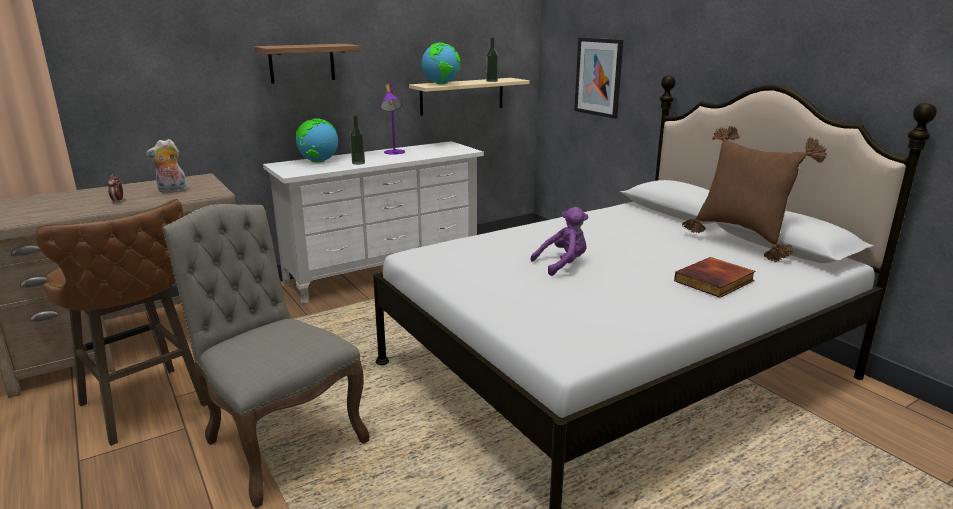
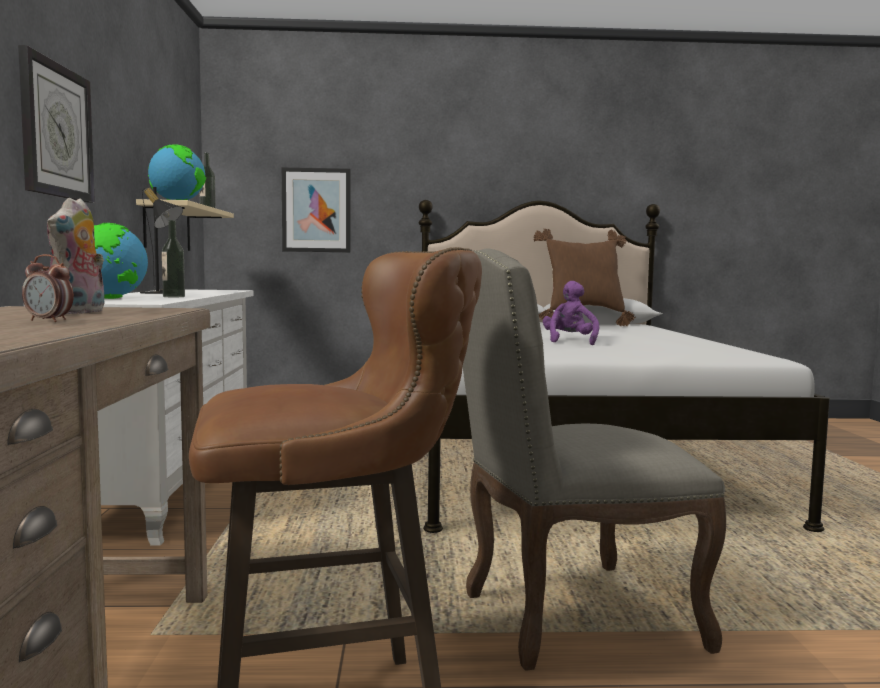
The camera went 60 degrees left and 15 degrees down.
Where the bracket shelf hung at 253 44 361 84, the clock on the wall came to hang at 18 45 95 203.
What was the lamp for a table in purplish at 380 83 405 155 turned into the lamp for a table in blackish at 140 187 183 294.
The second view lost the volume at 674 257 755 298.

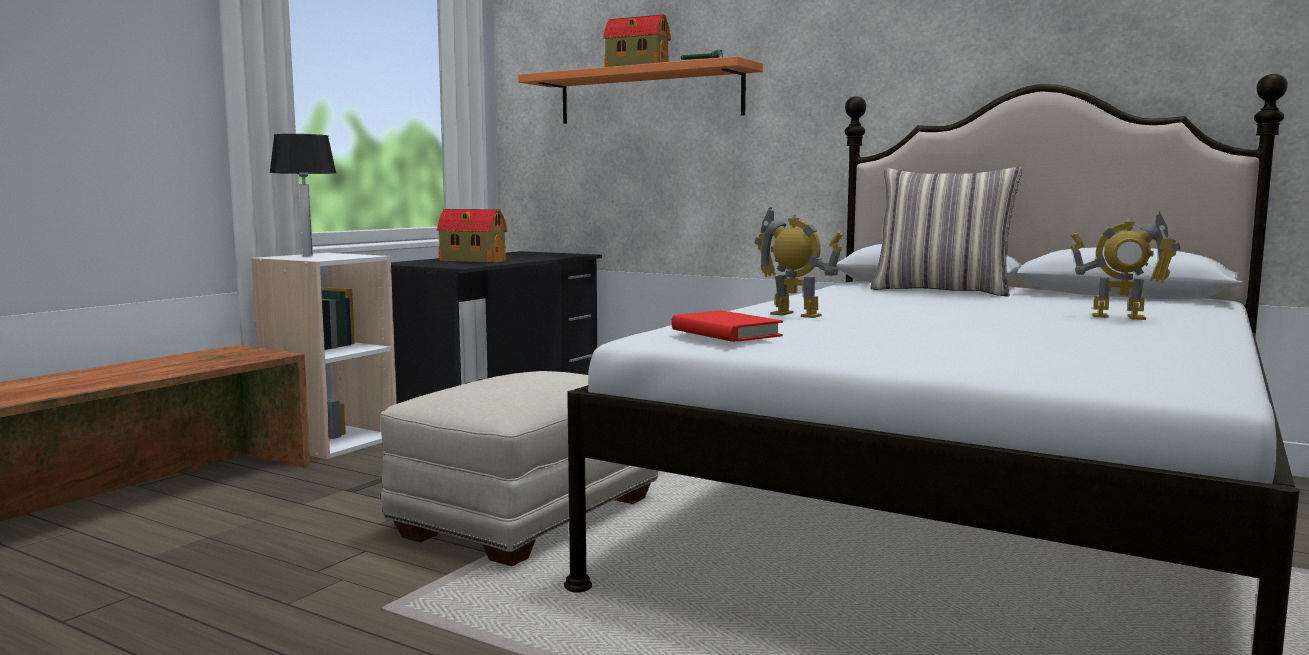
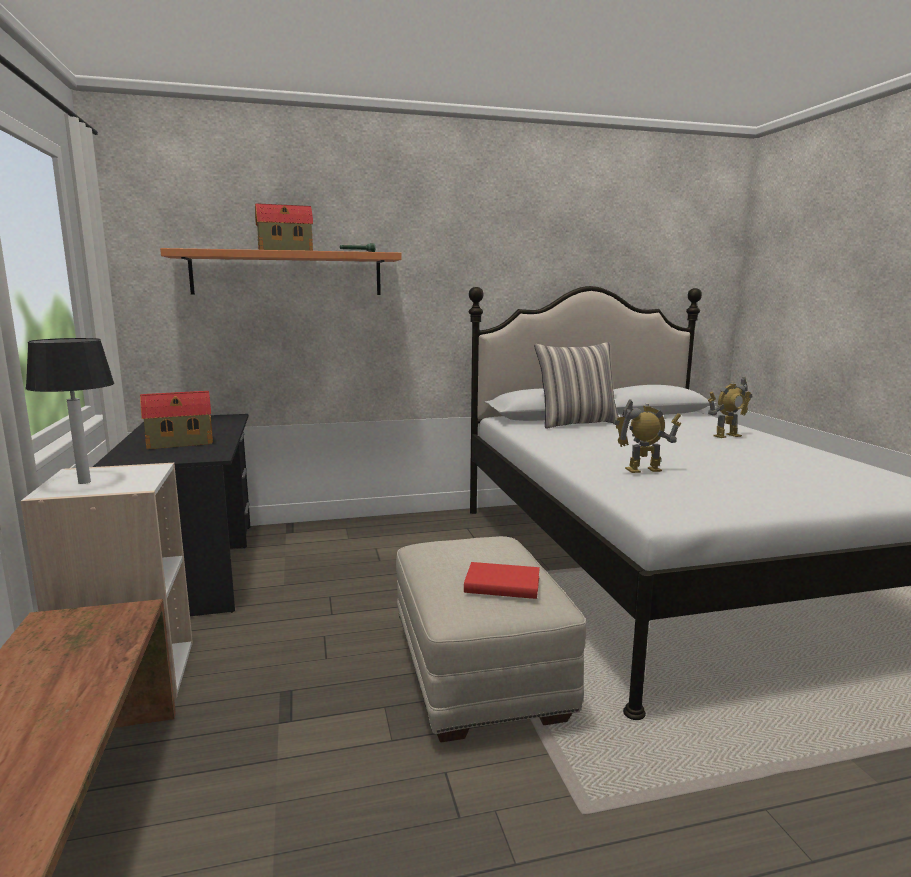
The camera went 45 degrees left and 5 degrees up.
The volume in red-coloured ended up elsewhere, having gone from 671 310 783 342 to 464 562 540 599.

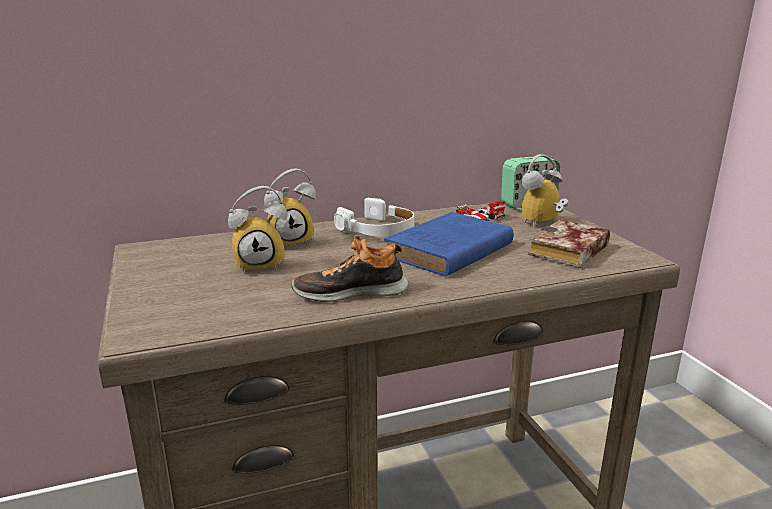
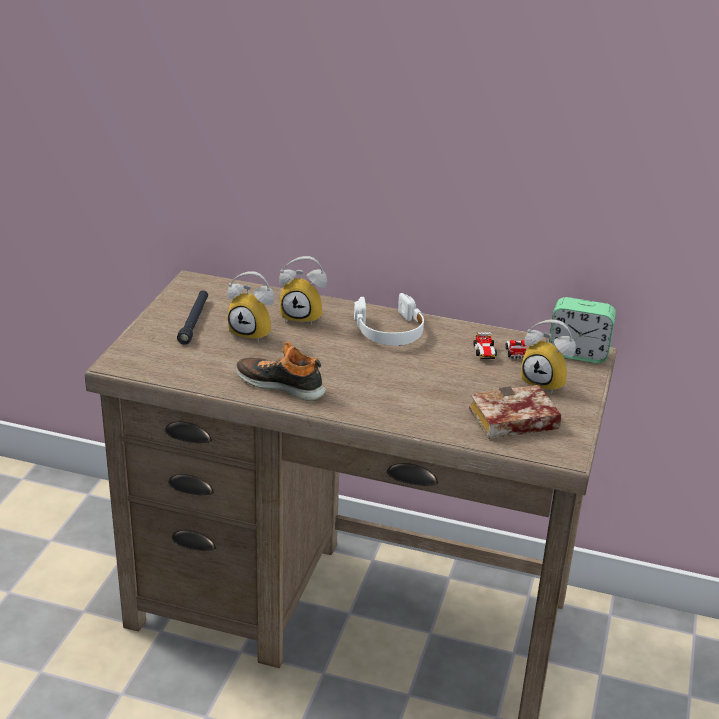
The camera went 35 degrees right and 10 degrees up.
The second view gained the torch in blackish at 177 290 208 345.
The table clock at 521 154 569 229 ended up facing another way, 150 degrees counterclockwise from before.
The second view lost the volume in blue at 384 212 513 277.

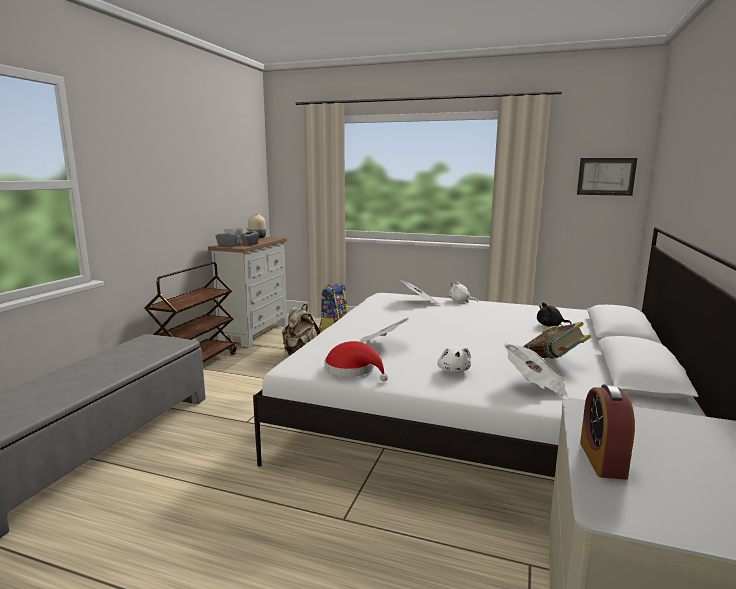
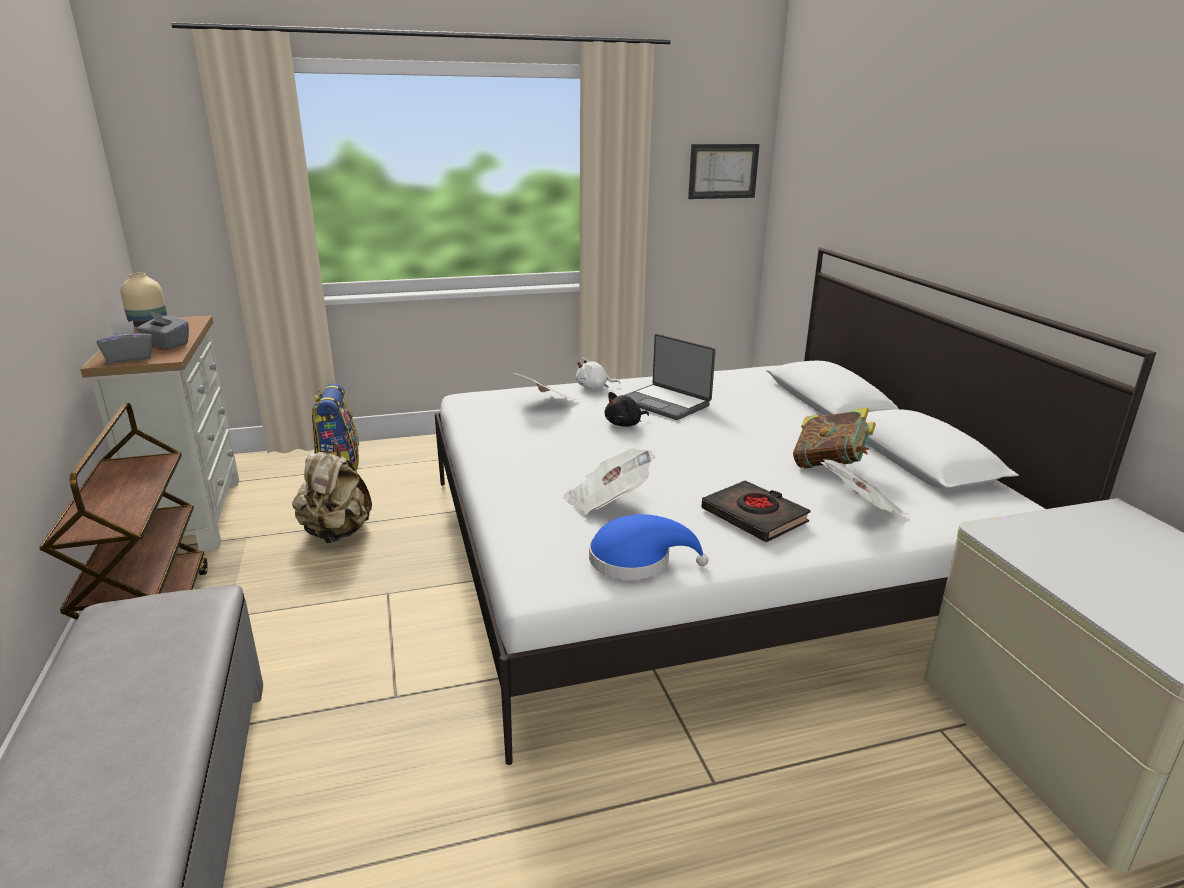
The camera went 35 degrees left and 10 degrees up.
What was the hat in red-coloured at 325 341 388 382 turned into the hat in blue at 589 514 708 580.
The soft toy in blackish ended up elsewhere, having gone from 537 303 572 327 to 605 392 649 427.
The second view gained the notebook computer at 625 334 716 420.
Where the soft toy in white stood at 437 346 471 374, the volume in blackish came to stand at 701 481 811 542.
The second view lost the table clock at 580 385 635 480.

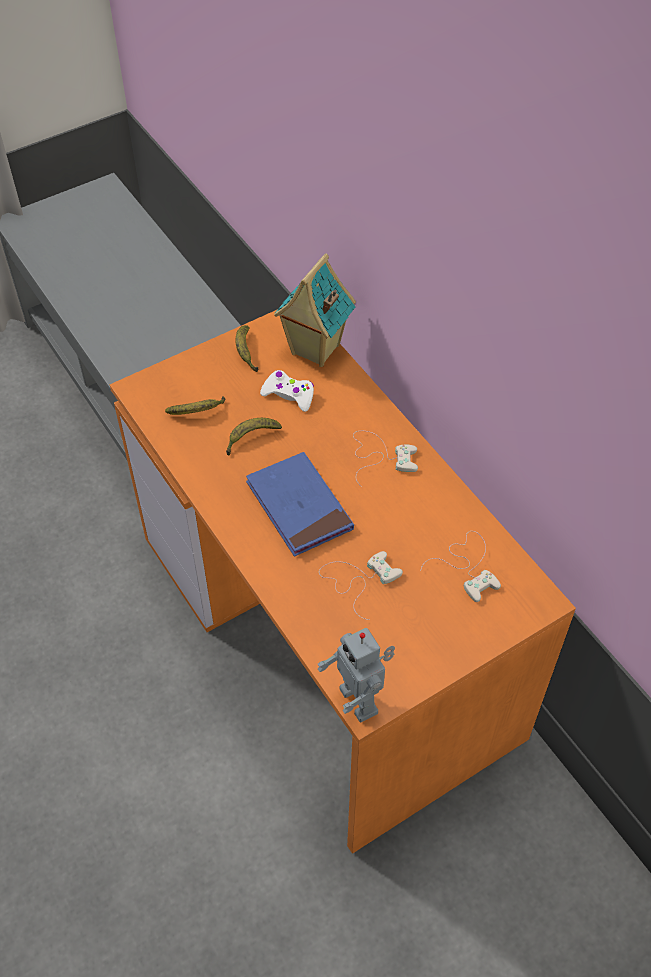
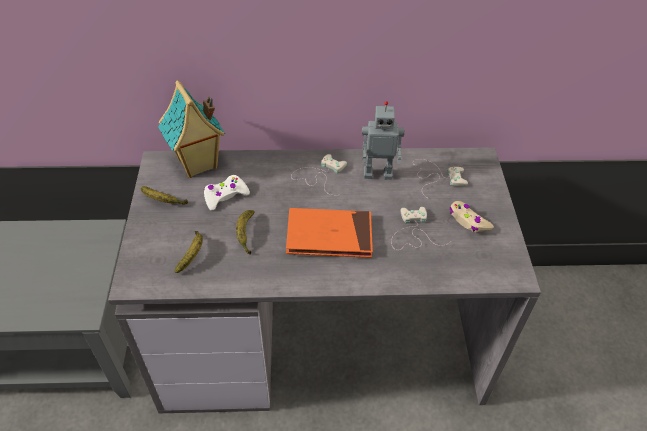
The camera went 60 degrees left and 5 degrees down.
What was the desk in orange at 110 309 576 854 turned into the desk in gray at 108 147 541 413.
What was the volume in blue at 246 452 354 557 turned into the volume in orange at 286 208 373 258.
The toy robot ended up elsewhere, having gone from 318 628 395 722 to 362 101 405 180.
The second view gained the joypad in beige-coloured at 450 201 494 233.

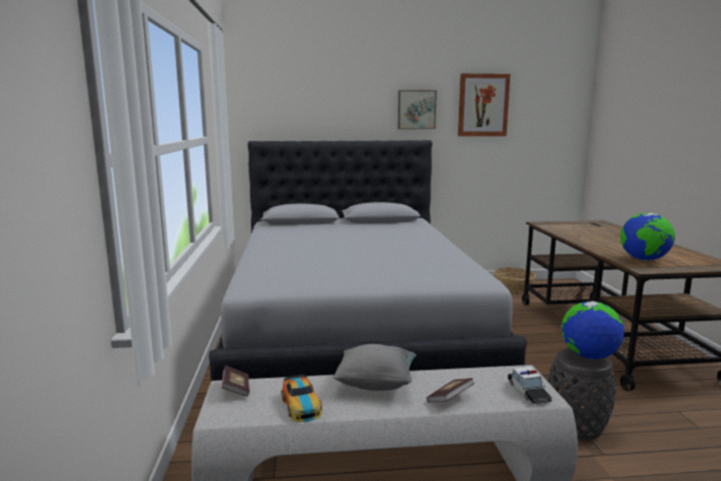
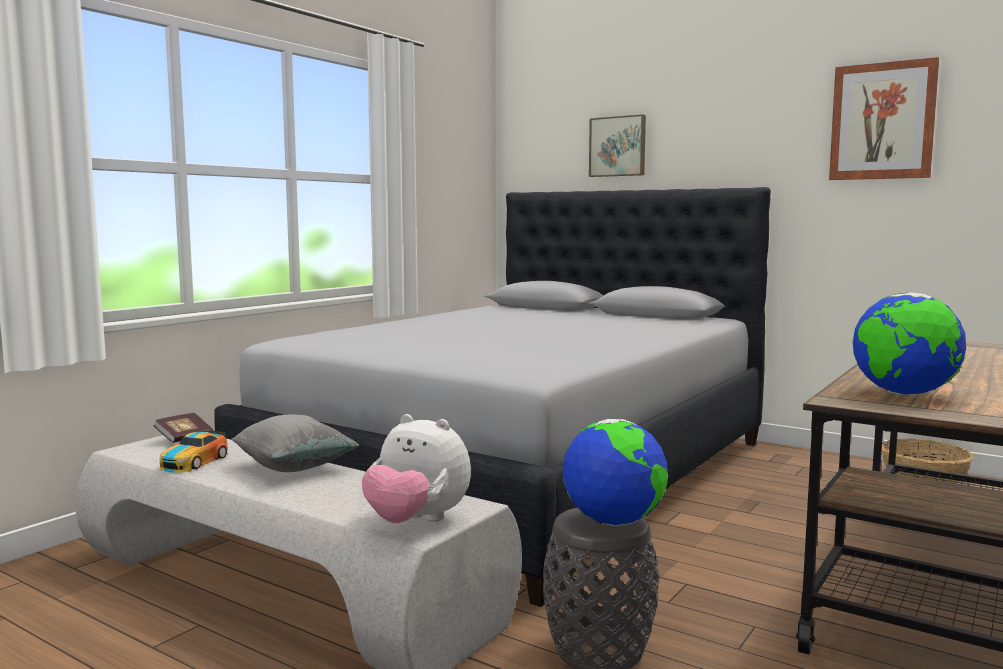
The camera went 40 degrees right and 5 degrees down.
Where the toy car stood at 508 367 552 404, the soft toy came to stand at 362 414 471 523.
The picture ended up elsewhere, having gone from 398 90 437 129 to 589 114 646 177.
The second view lost the volume at 427 378 475 403.

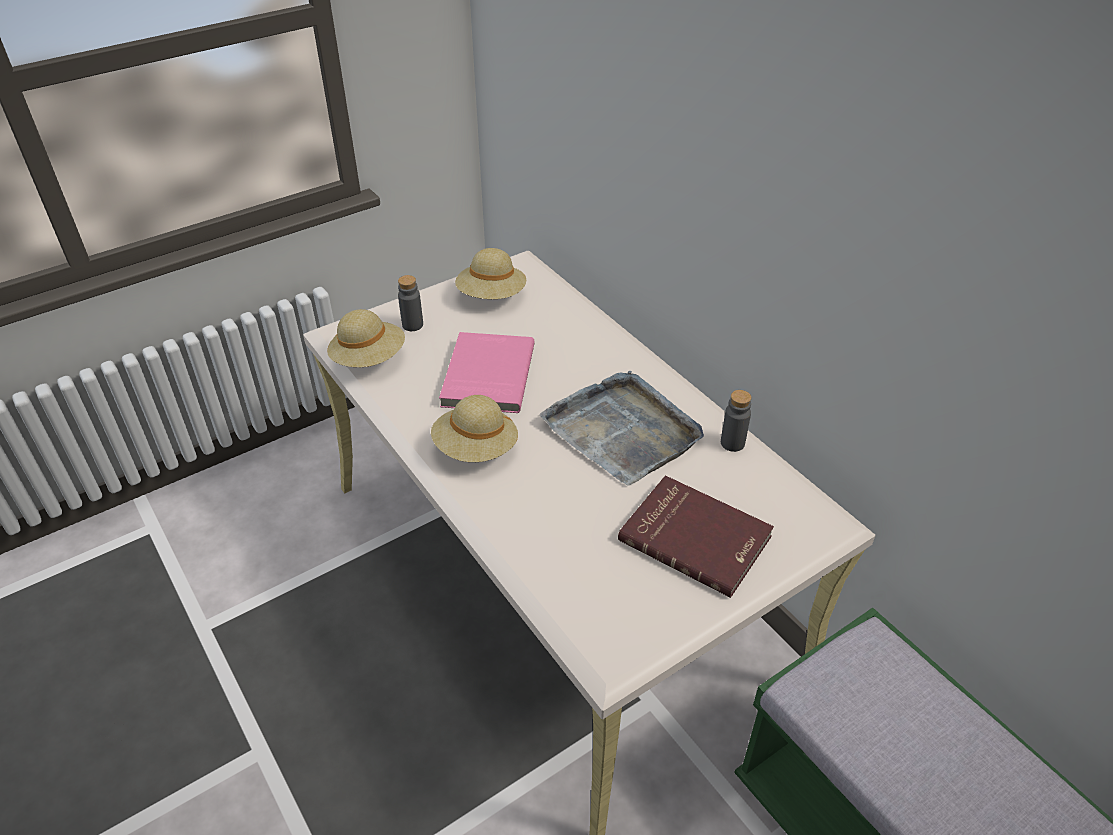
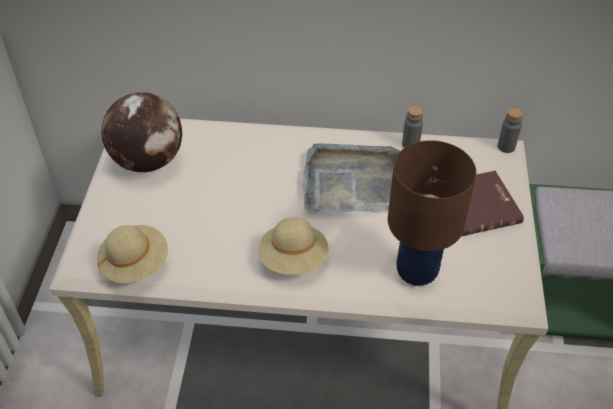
The camera went 50 degrees left and 5 degrees up.
Where the hat in beige-coloured stood at 455 248 526 299, the world globe came to stand at 102 92 182 172.
The second view gained the lamp for a table in brownish at 388 140 476 286.
The drink bottle in gray ended up elsewhere, having gone from 398 275 423 331 to 498 108 523 153.
The second view lost the volume in pink-coloured at 439 332 535 413.

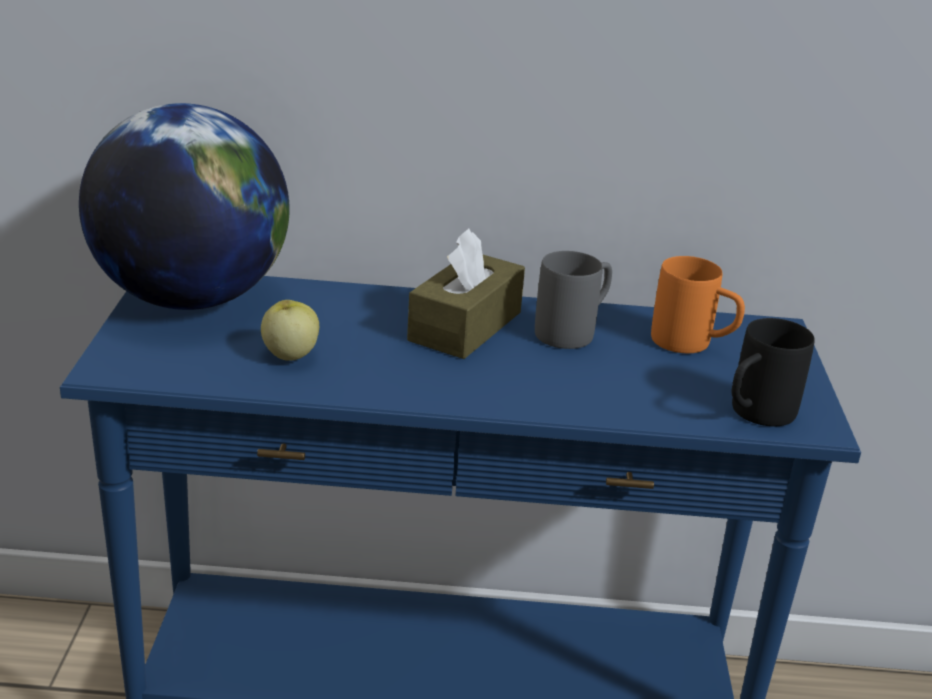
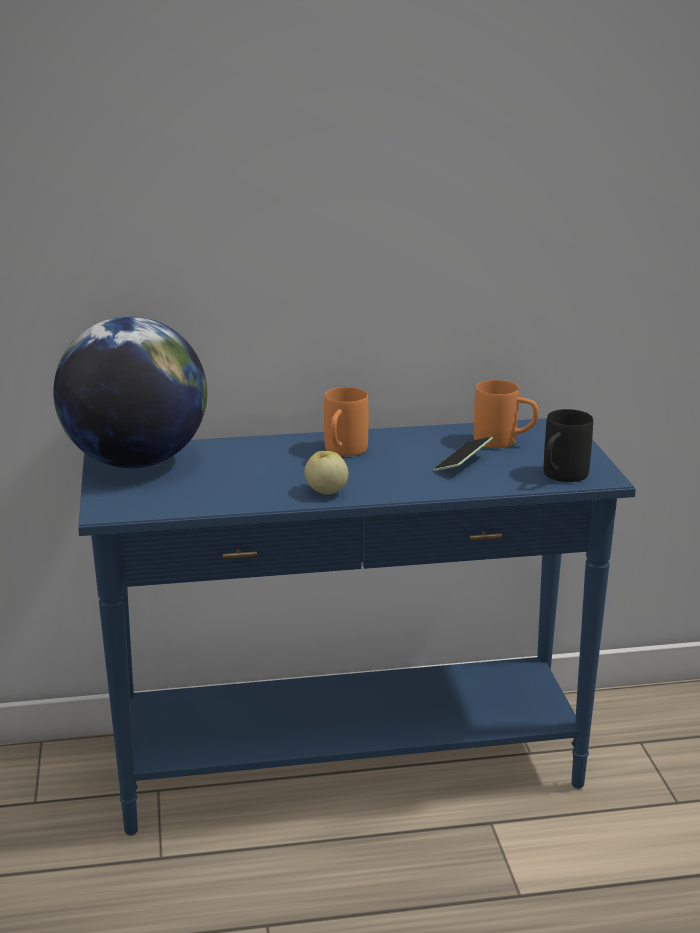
The camera went 10 degrees left and 5 degrees down.
The apple fruit ended up elsewhere, having gone from 261 300 319 361 to 305 451 348 495.
Where the tissue holder in brownish stood at 407 228 525 359, the mug in orange came to stand at 324 387 368 456.
The second view gained the handset at 433 437 493 471.
The second view lost the mug in gray at 535 251 612 349.

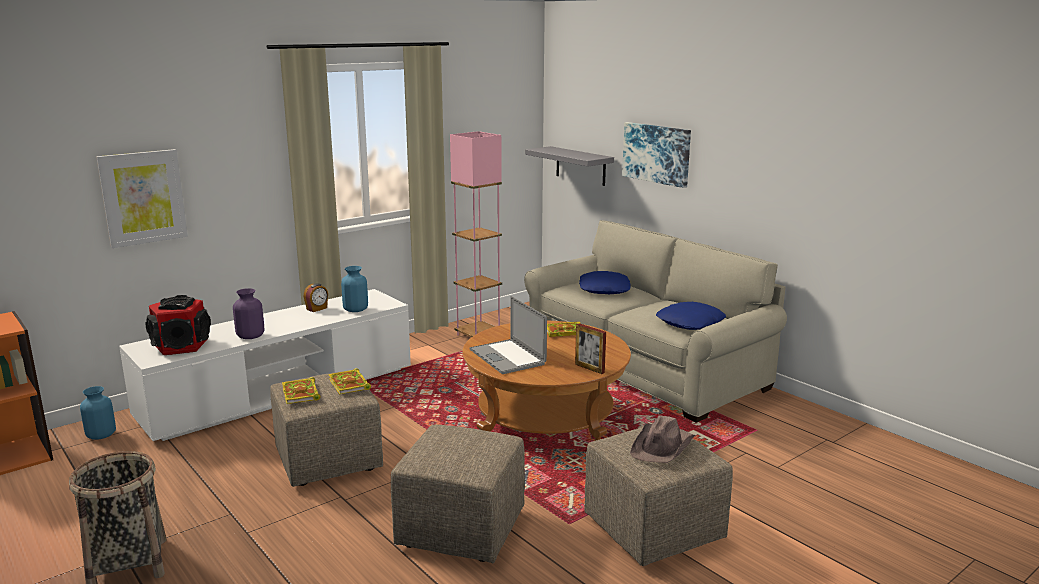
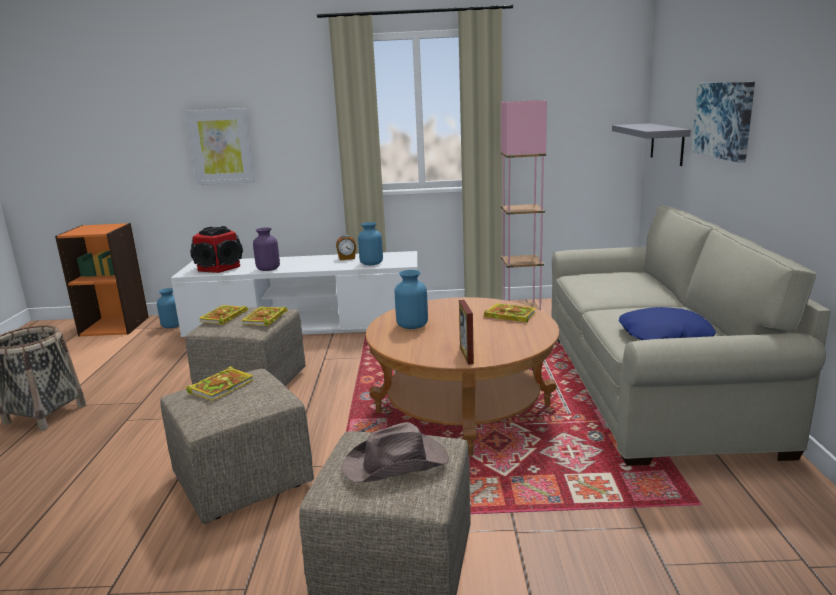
The camera went 40 degrees right and 0 degrees up.
The second view gained the volume at 186 366 254 401.
Where the notebook computer stood at 470 296 547 374, the vase in blue came to stand at 395 270 428 329.
The second view lost the throw pillow in blue at 579 271 631 294.

